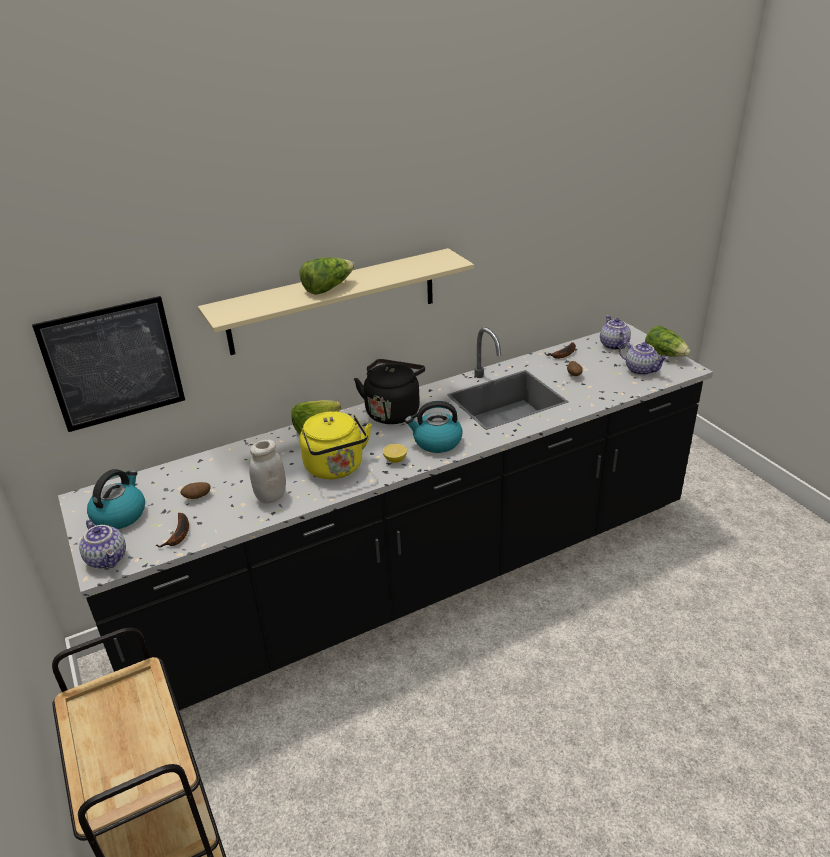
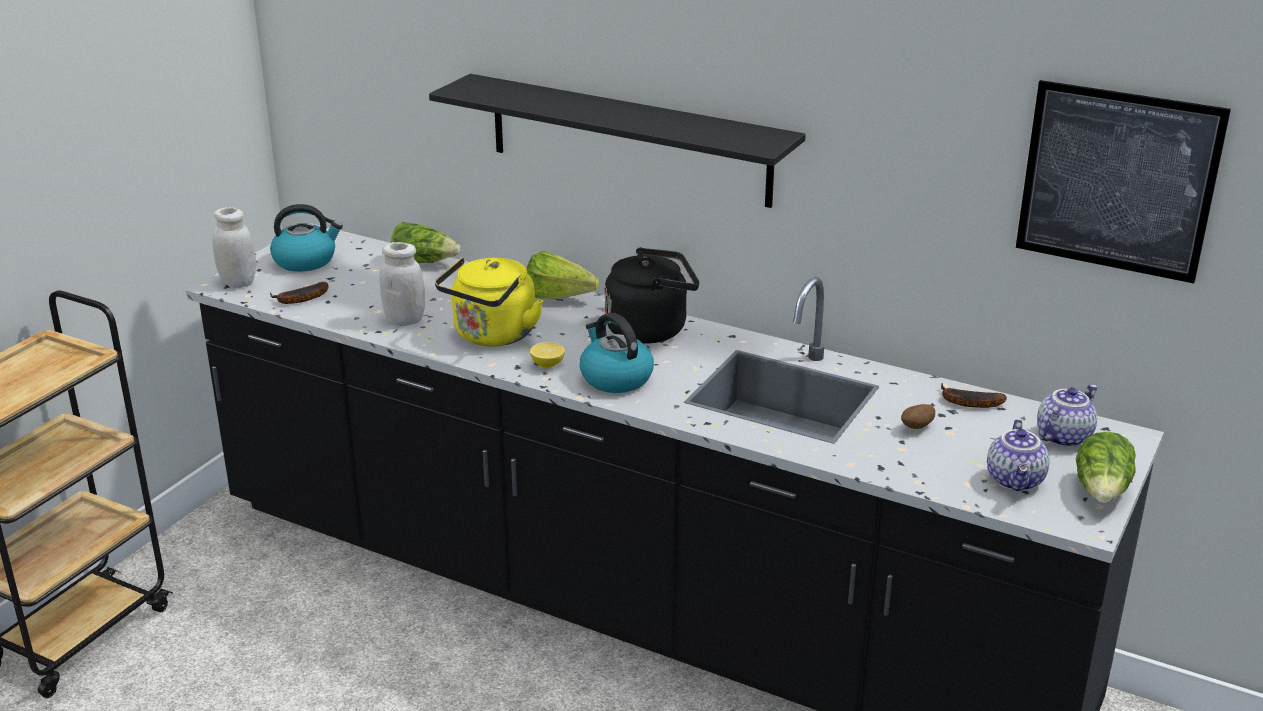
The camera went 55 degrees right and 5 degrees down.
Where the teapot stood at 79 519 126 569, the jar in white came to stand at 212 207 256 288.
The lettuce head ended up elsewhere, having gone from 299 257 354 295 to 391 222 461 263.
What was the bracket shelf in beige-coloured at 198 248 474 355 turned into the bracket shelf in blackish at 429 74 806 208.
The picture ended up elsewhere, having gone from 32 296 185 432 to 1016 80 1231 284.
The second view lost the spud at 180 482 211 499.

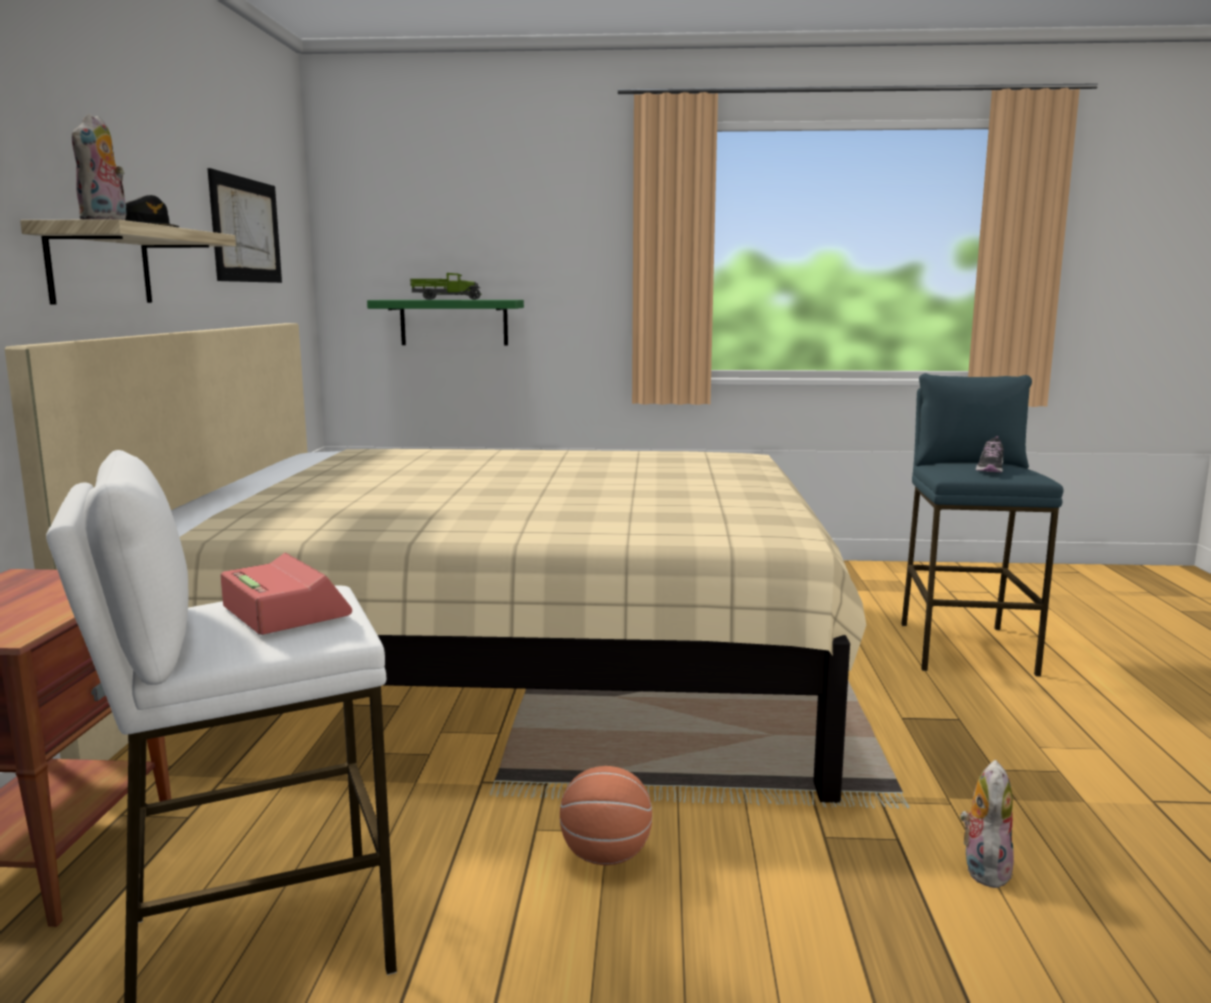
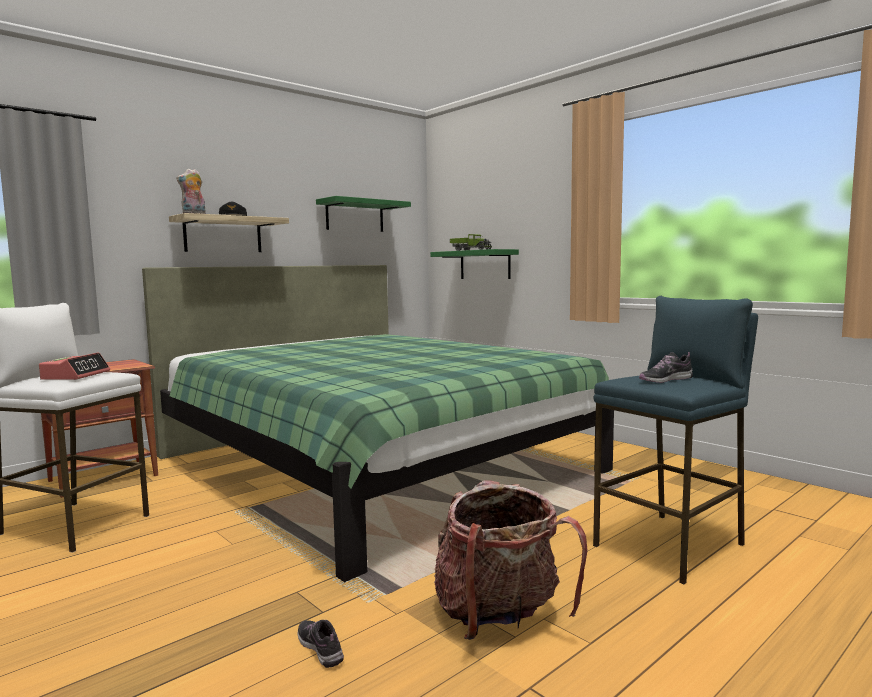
The camera went 45 degrees right and 5 degrees down.
What was the bed in beige-coloured at 5 323 866 803 turned into the bed in green at 142 265 614 582.
Where the soft toy stood at 960 760 1014 888, the item of footwear came to stand at 298 620 344 668.
Where the picture hung at 208 168 282 283, the bracket shelf in green came to hang at 316 196 411 232.
The second view gained the rucksack at 434 480 588 640.
The second view lost the ball for basketball at 560 766 652 865.

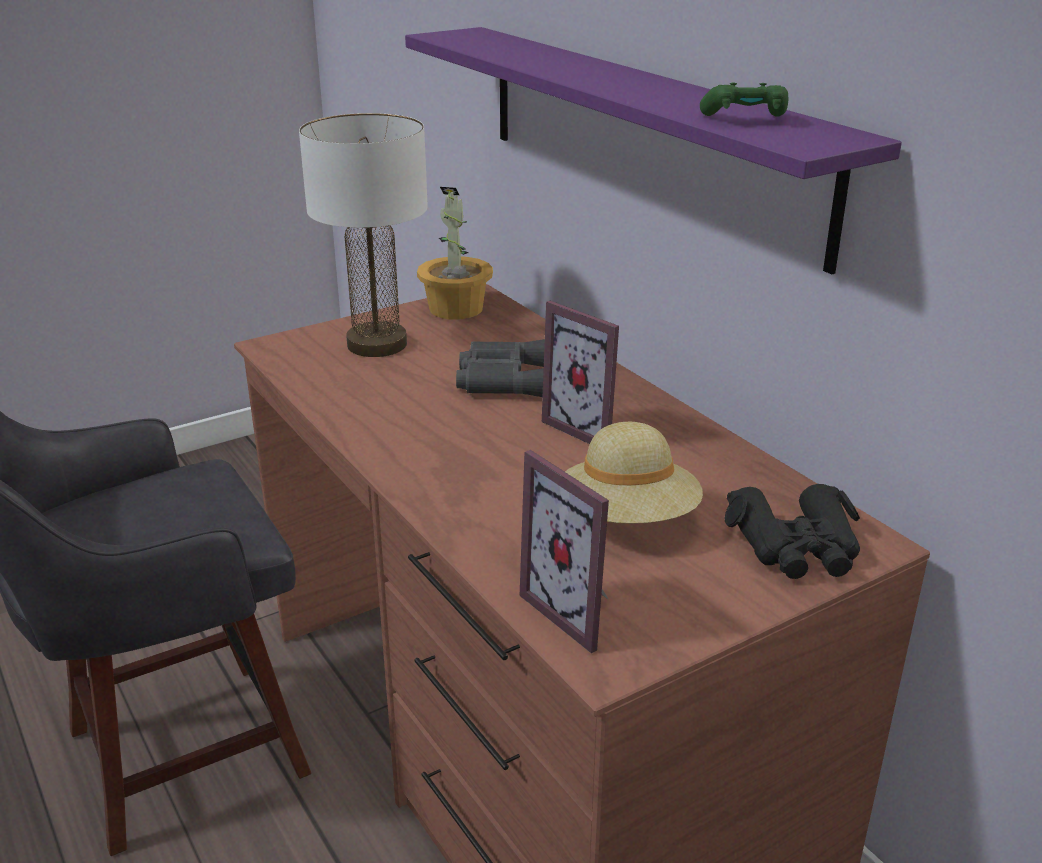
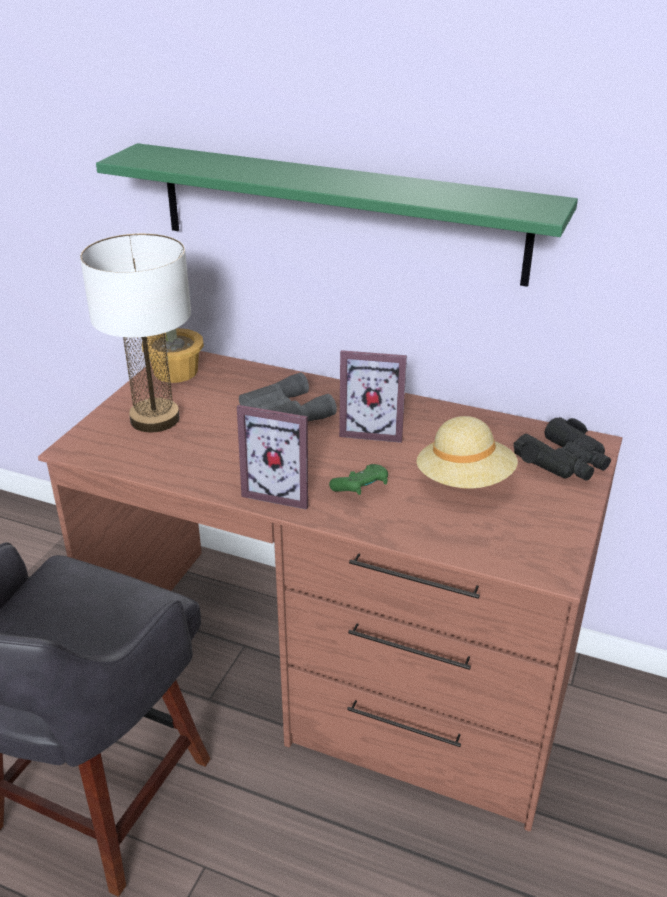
The camera went 35 degrees left and 5 degrees up.
What was the bracket shelf in purplish at 405 27 902 274 turned into the bracket shelf in green at 96 143 578 287.
The photo frame ended up elsewhere, having gone from 520 450 609 653 to 237 405 308 510.
The joypad in green ended up elsewhere, having gone from 700 82 789 117 to 329 464 388 495.

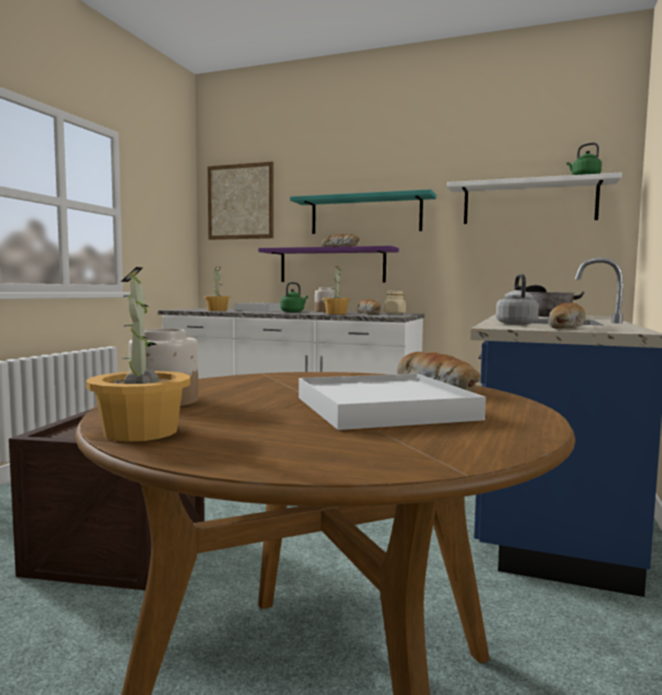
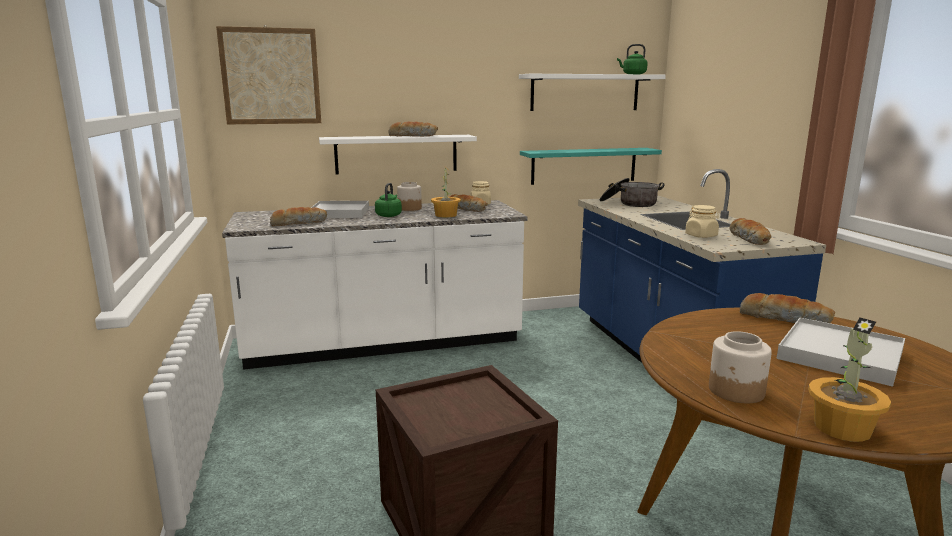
The camera went 35 degrees left and 10 degrees up.
Where the plant in a pot stood at 204 267 231 311, the baked bread came to stand at 270 207 327 226.
What was the bracket shelf in purplish at 258 246 399 283 turned into the bracket shelf in white at 319 135 477 175.
The bracket shelf in turquoise-coloured ended up elsewhere, having gone from 290 189 436 234 to 520 148 662 185.
Where the water kettle in gray stood at 496 274 539 325, the jar in beige-coloured came to stand at 685 205 719 238.

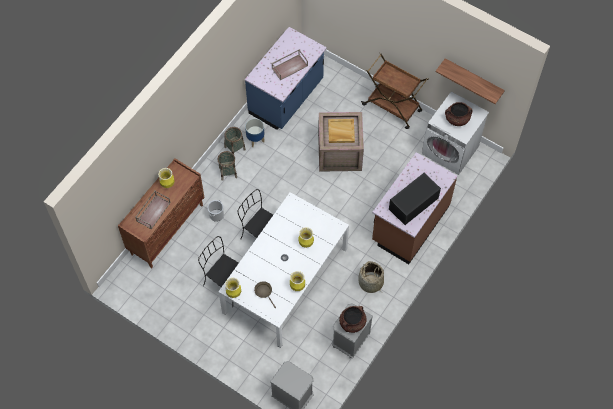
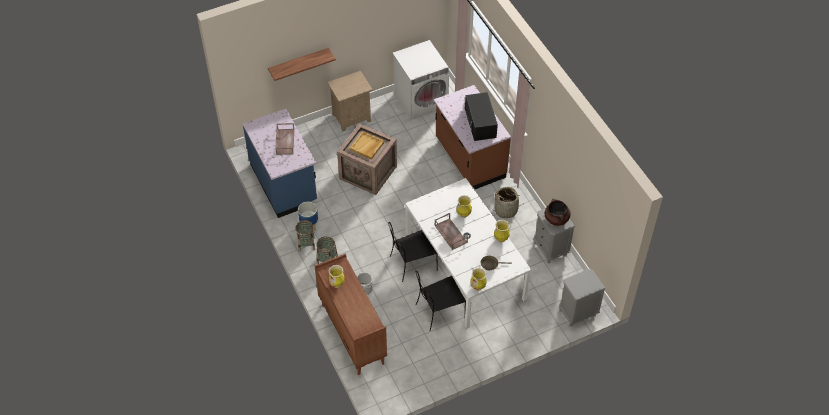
The camera went 60 degrees left and 10 degrees down.
The bracket shelf ended up elsewhere, having gone from 436 58 505 104 to 268 48 336 81.
Where the cart in brownish stood at 361 53 429 129, the bedside table in beige-coloured came to stand at 327 71 373 131.
The serving tray in brownish ended up elsewhere, having gone from 135 191 171 229 to 434 213 468 250.
The second view lost the saucepot in brownish at 445 102 473 126.

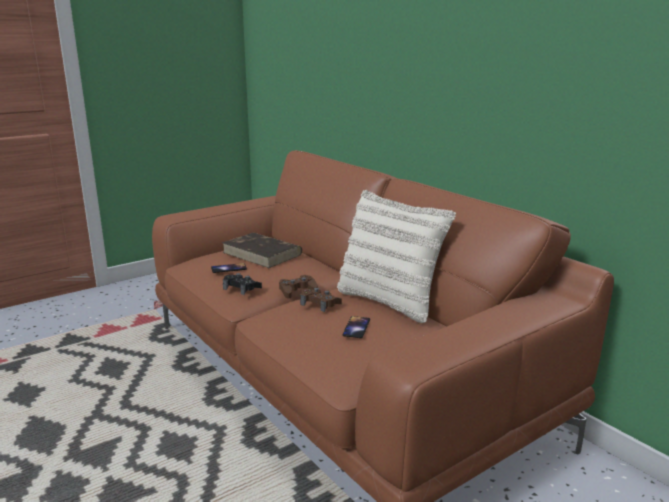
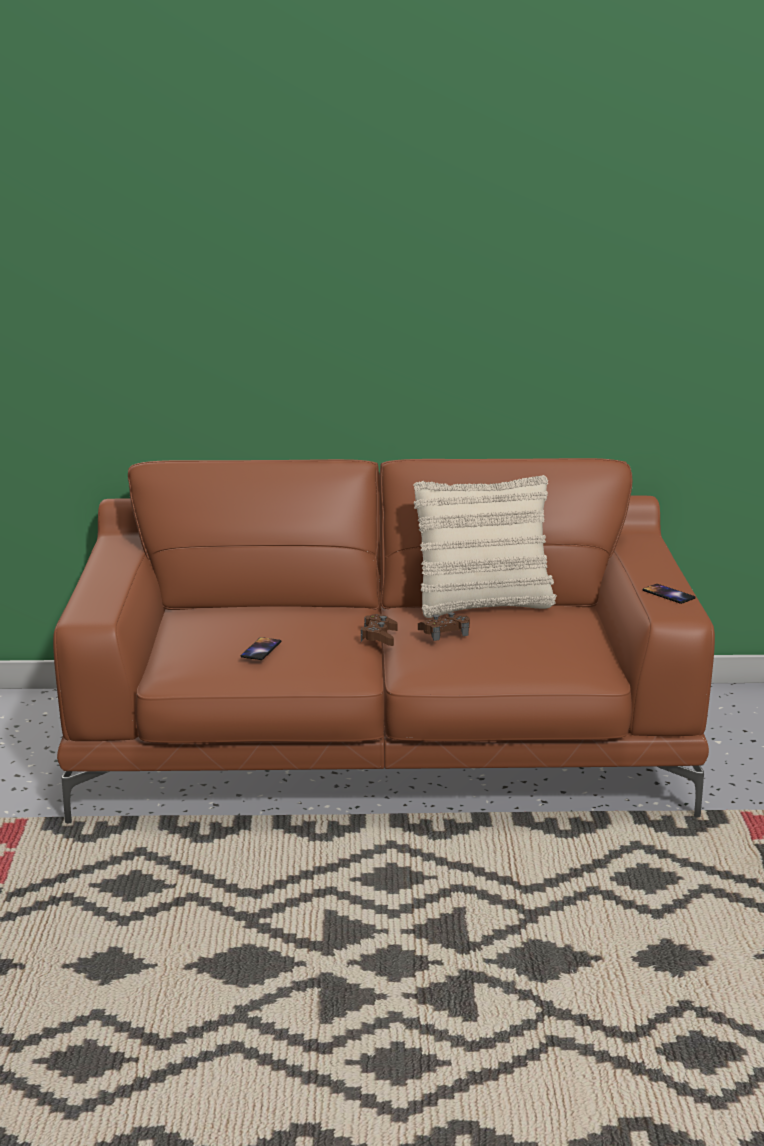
The camera went 55 degrees left and 0 degrees up.
The handset ended up elsewhere, having gone from 342 316 370 338 to 643 584 696 604.
The second view lost the volume in brownish at 222 233 302 268.
The second view lost the joypad in blackish at 223 273 262 295.

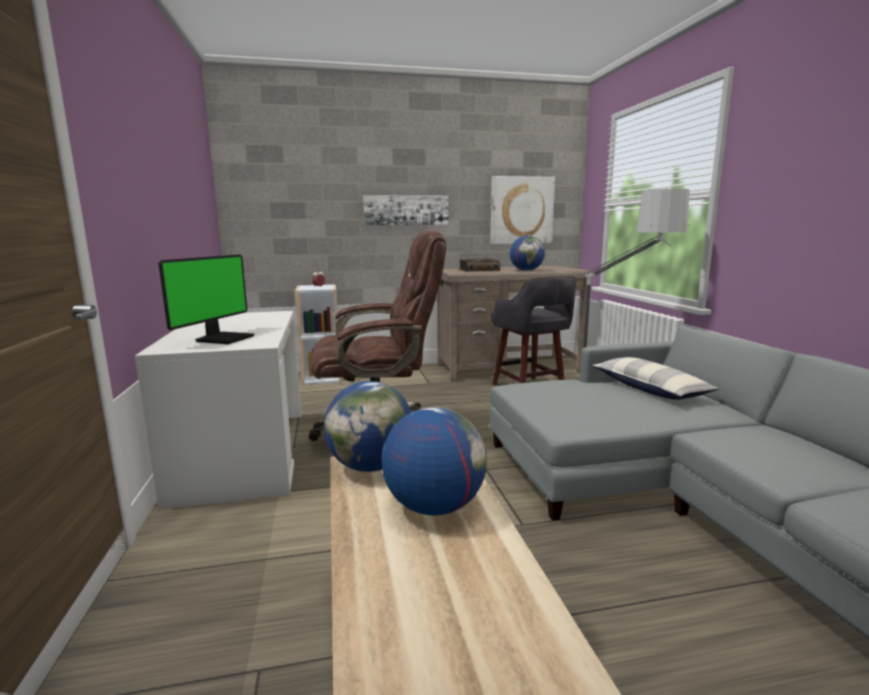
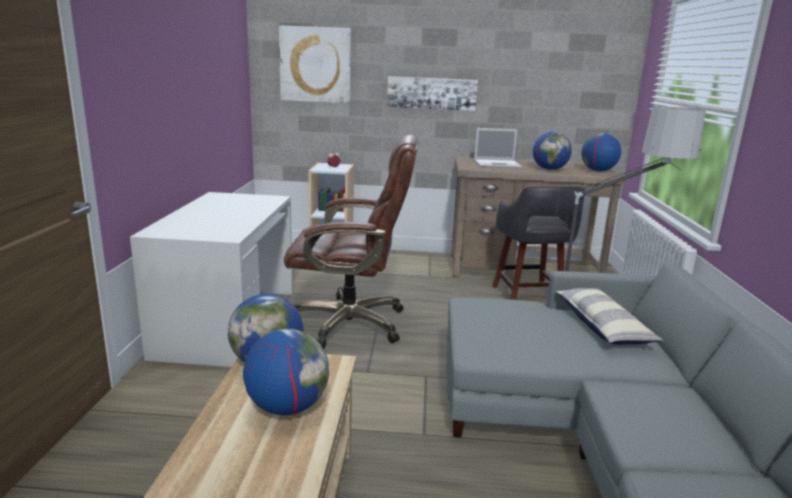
The camera went 15 degrees right and 5 degrees up.
The picture ended up elsewhere, having gone from 491 176 555 244 to 279 26 351 104.
Where the volume stood at 459 258 500 272, the notebook computer came to stand at 474 128 522 168.
The second view gained the world globe at 581 133 621 171.
The second view lost the computer display at 158 254 255 344.

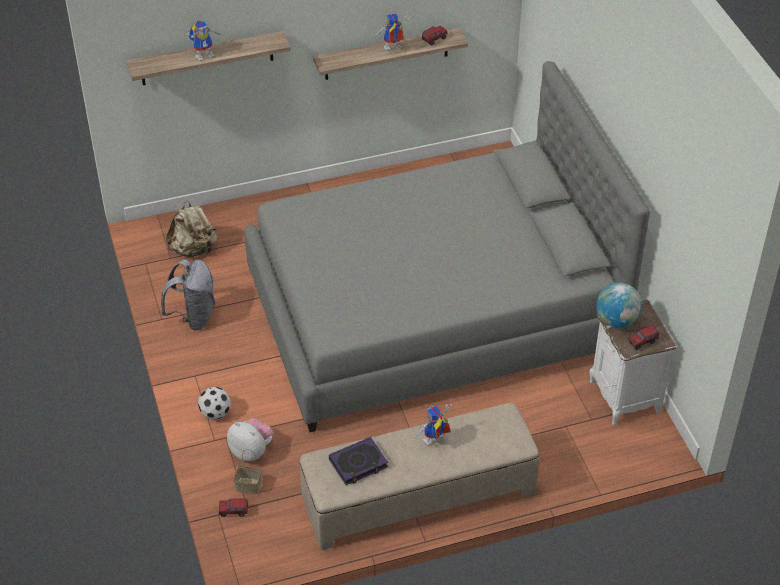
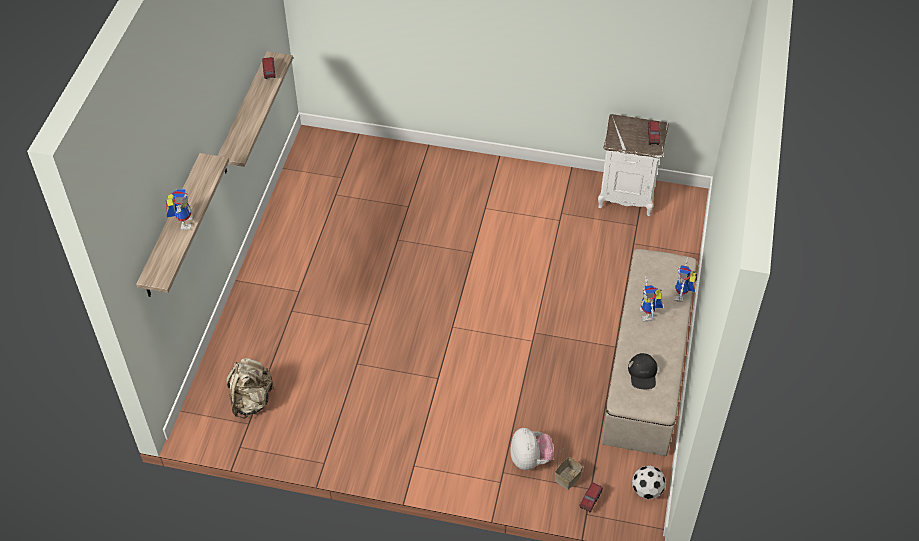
The camera went 60 degrees left and 5 degrees up.
The soft toy at 227 418 274 461 ended up facing another way, 105 degrees clockwise from before.
Where the volume stood at 329 437 388 485, the cap in blackish came to stand at 628 353 658 389.
The football ended up elsewhere, having gone from 198 387 231 419 to 632 466 666 499.
The toy robot ended up elsewhere, having gone from 372 14 411 51 to 674 258 697 302.
The second view lost the rucksack in gray at 161 260 215 330.
The second view lost the bed in gray at 244 61 650 432.
The second view lost the world globe at 596 283 642 328.

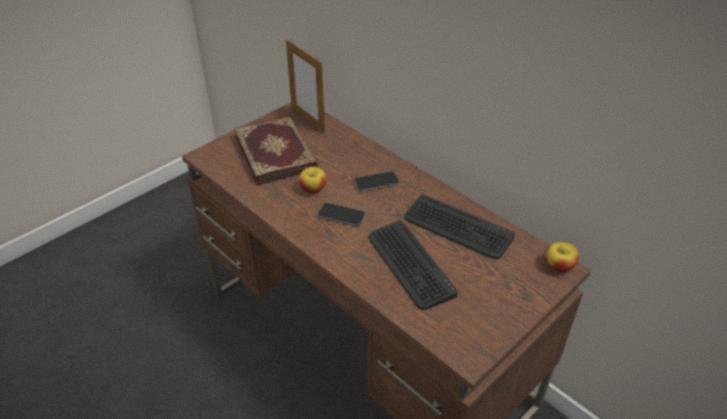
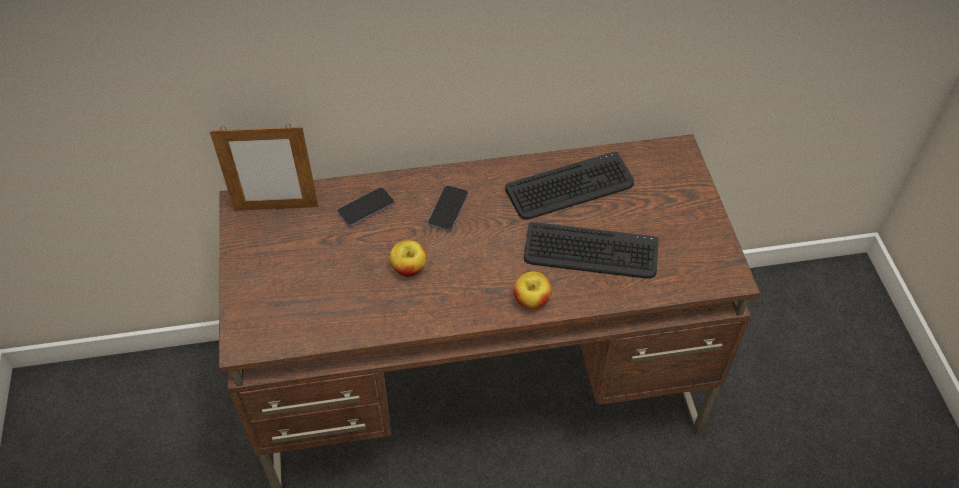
The camera went 55 degrees left and 10 degrees up.
The handset ended up elsewhere, having gone from 318 203 365 226 to 337 187 394 227.
The apple fruit ended up elsewhere, having gone from 546 242 579 272 to 514 272 552 309.
The second view lost the volume at 234 116 318 185.

